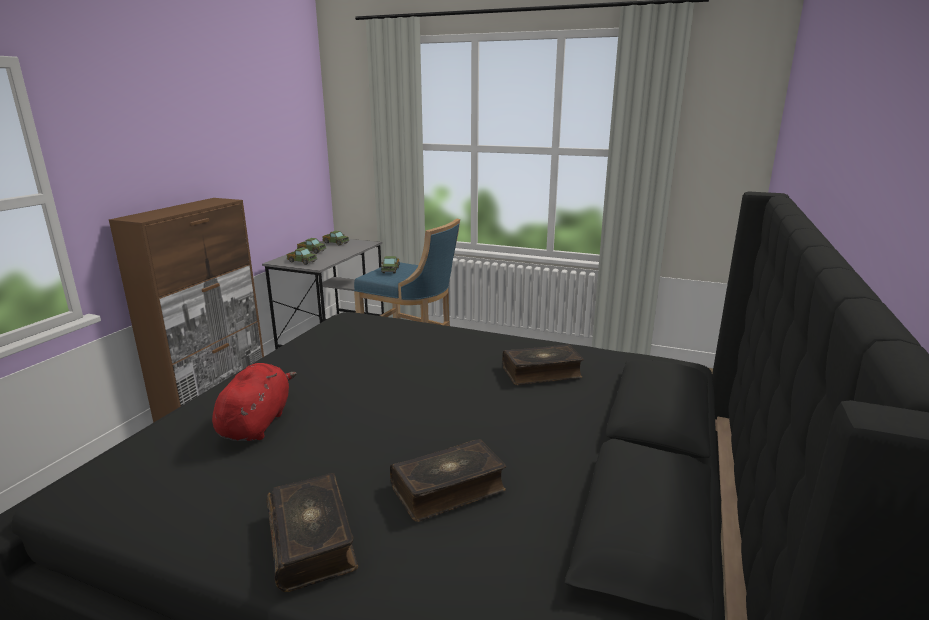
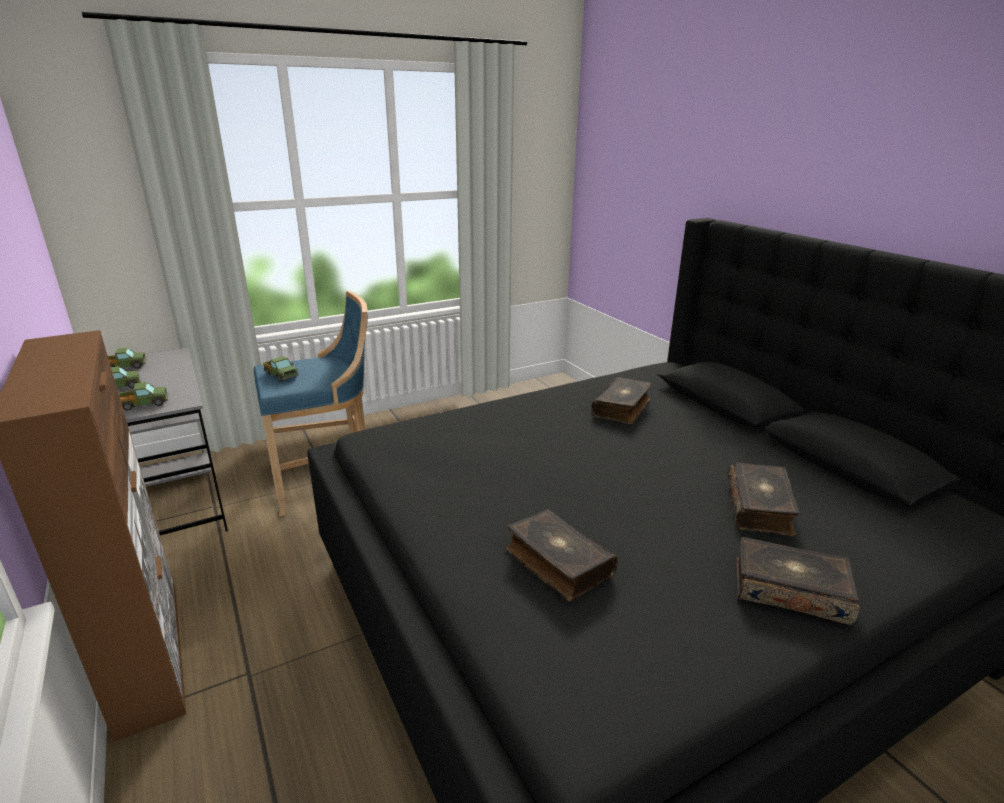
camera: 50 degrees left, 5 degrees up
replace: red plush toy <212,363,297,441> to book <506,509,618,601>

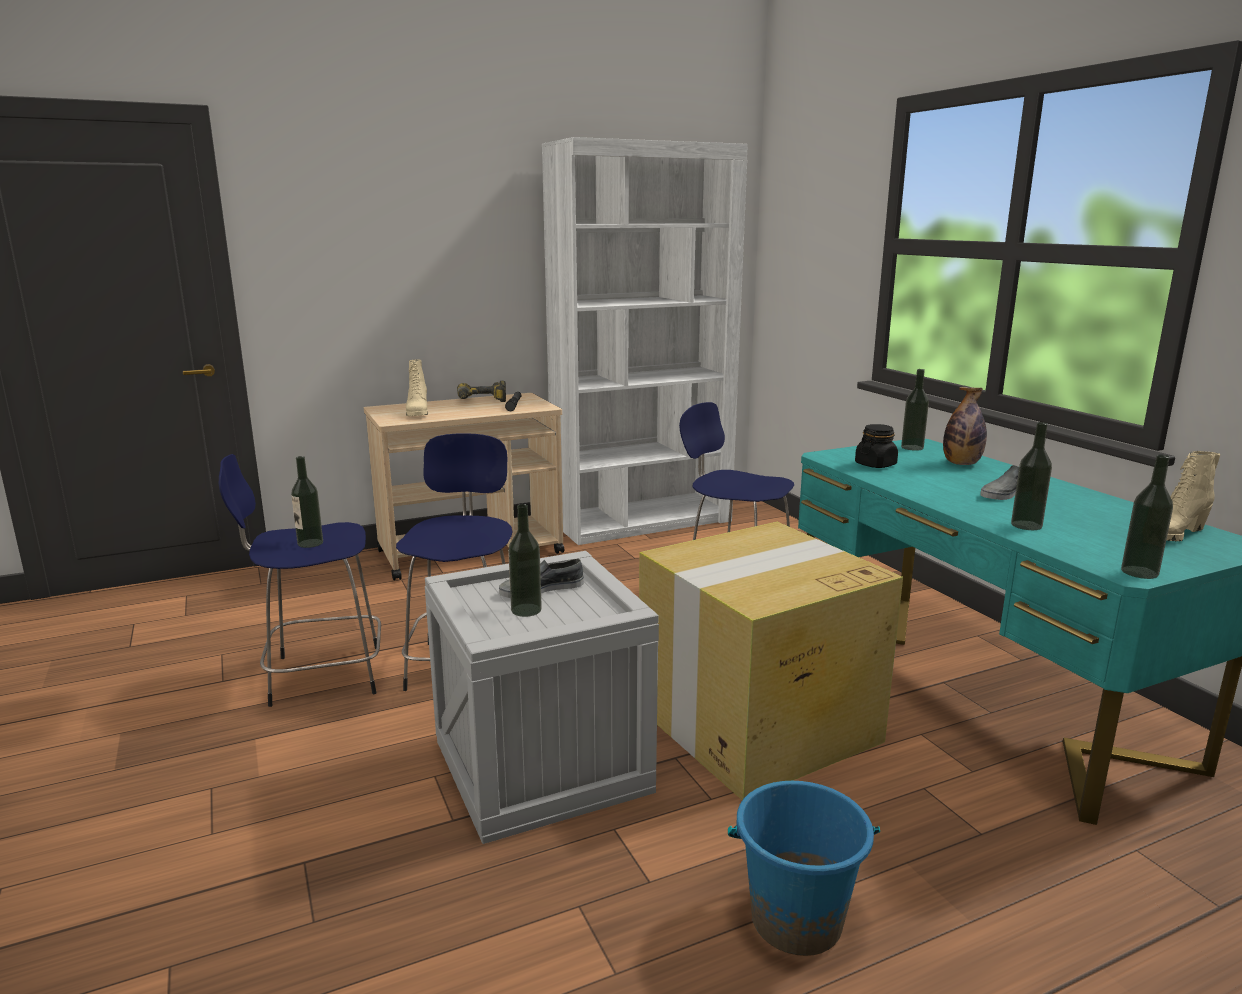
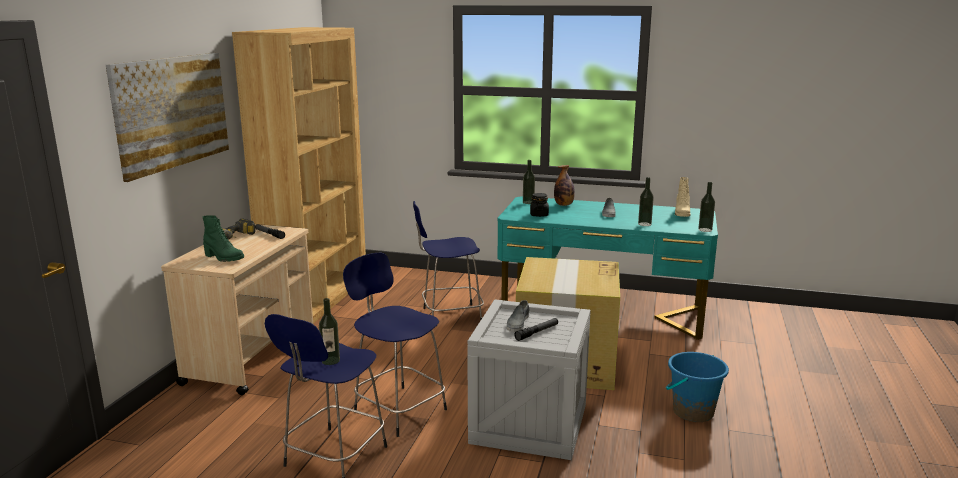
camera: 50 degrees left, 0 degrees up
insert: picture <106,53,229,182>
replace: bottle <508,504,542,617> to flashlight <514,318,558,341>
recolor: white bookcase <542,137,748,545> to brown bookcase <232,27,366,324>; beige boot <406,359,428,416> to green boot <203,215,244,262>

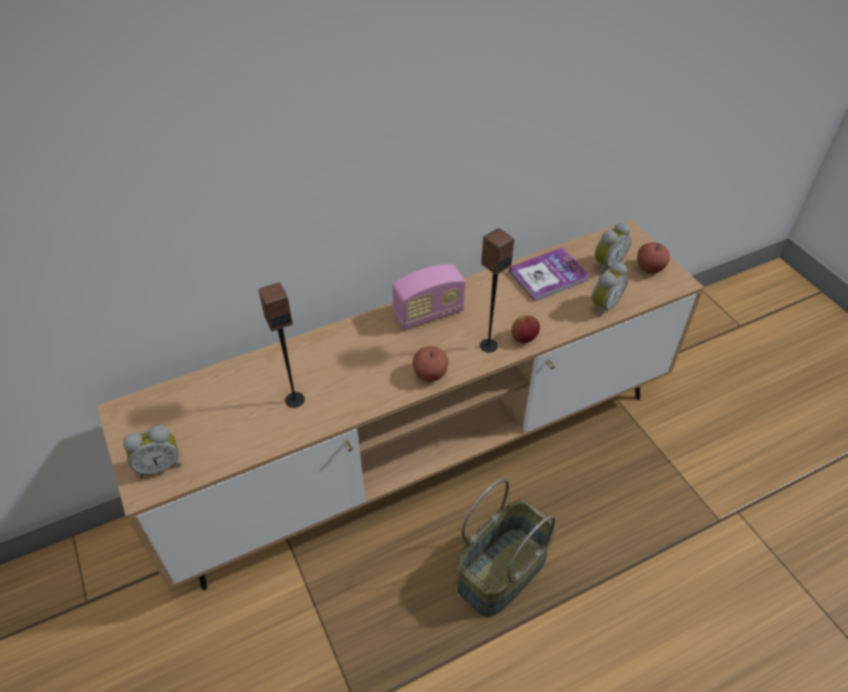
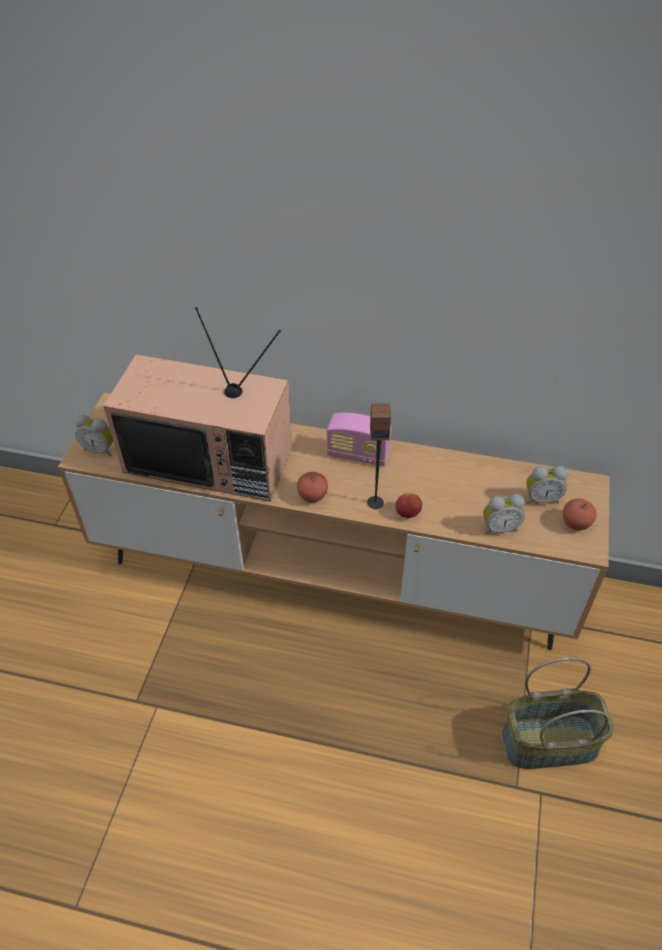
camera: 40 degrees right, 0 degrees up
delete: book <509,247,590,301>
move: basket <457,478,556,617> to <502,657,614,769>
replace: speaker <258,282,305,408> to television <103,307,292,502>

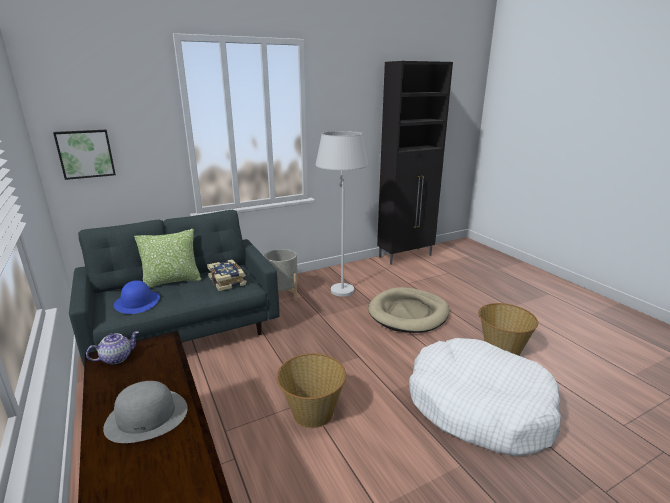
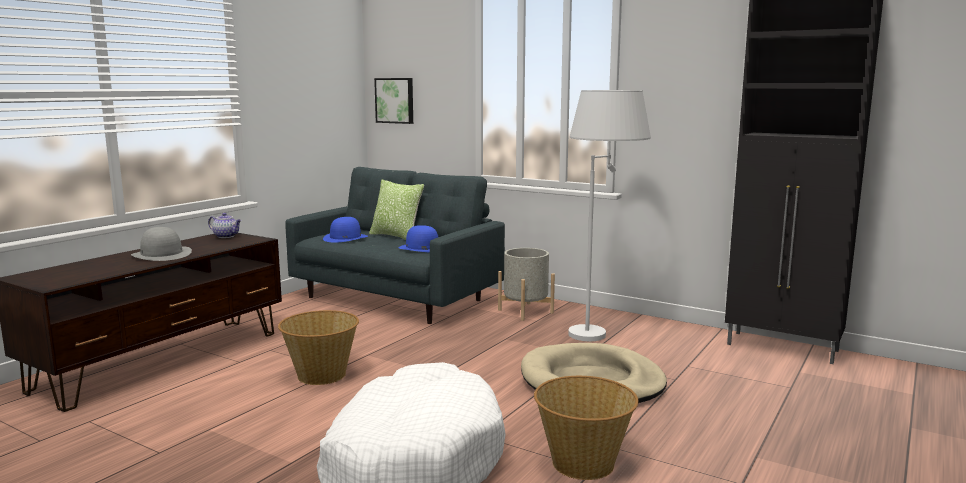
camera: 60 degrees right, 10 degrees down
replace: book <207,259,247,291> to blue hat <399,225,438,252>

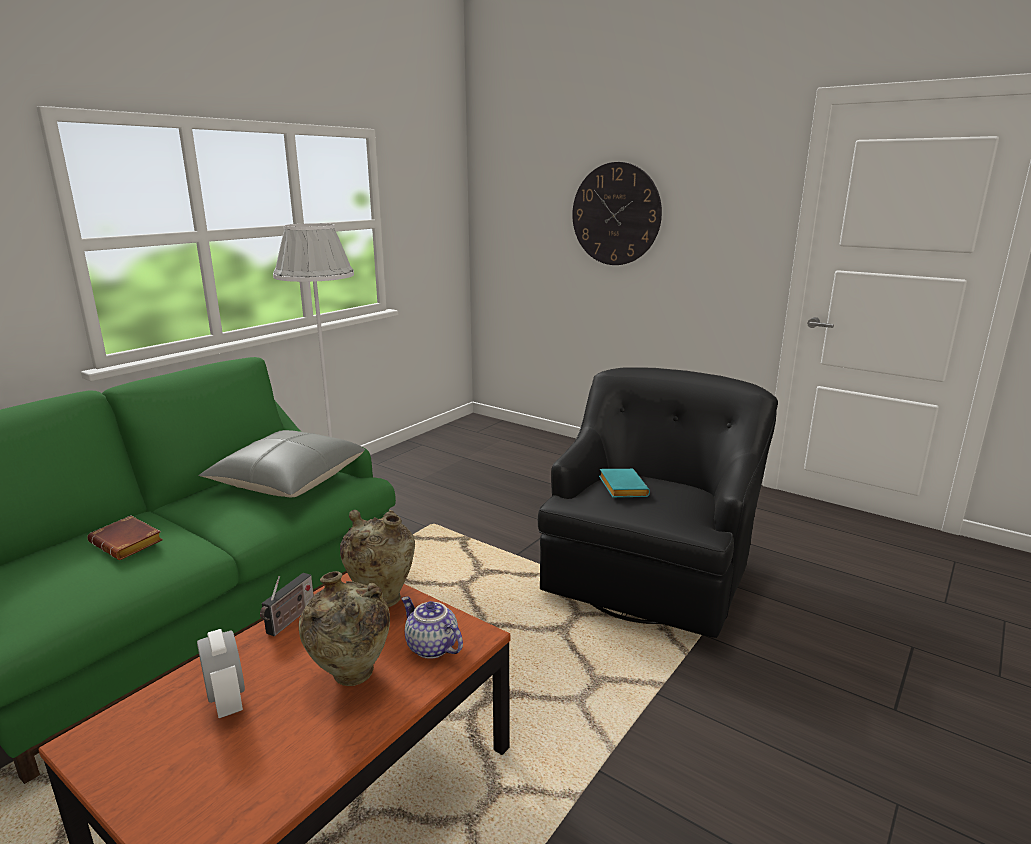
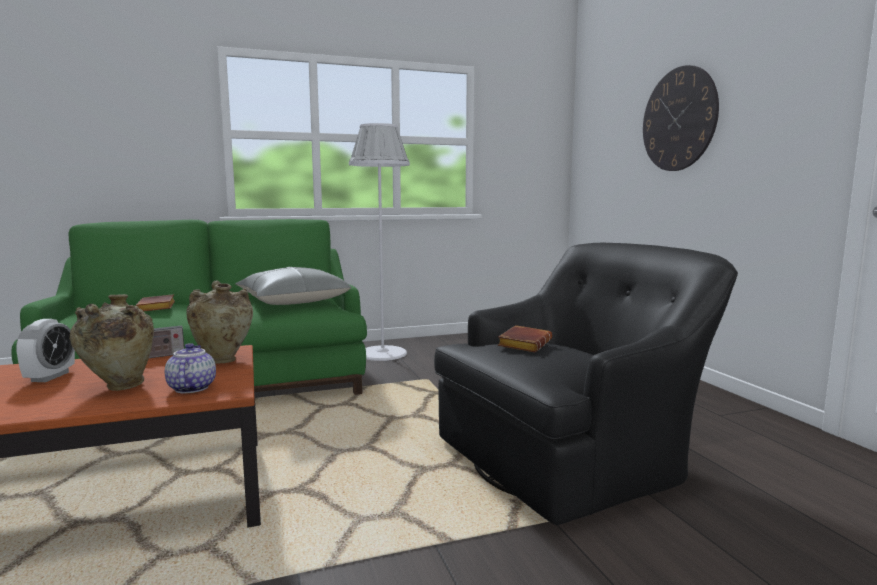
camera: 35 degrees right, 10 degrees down
recolor: turquoise book <599,469,650,497> to brown book <497,325,552,352>

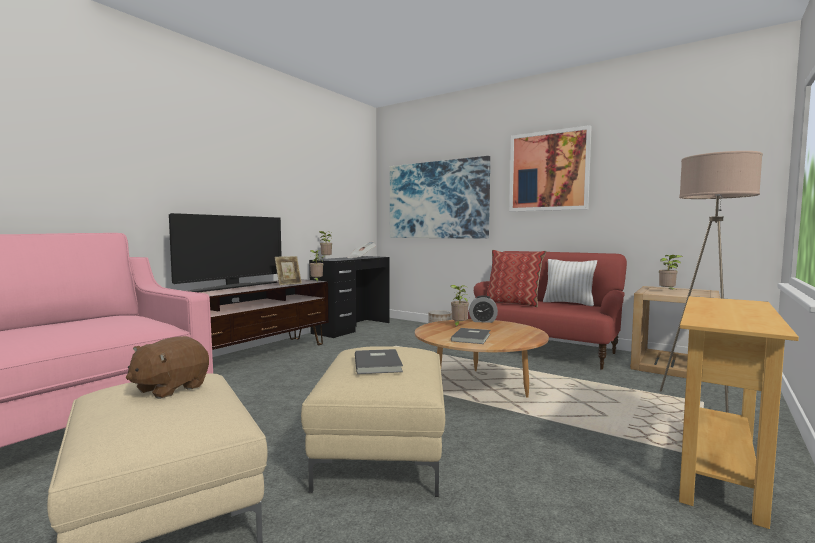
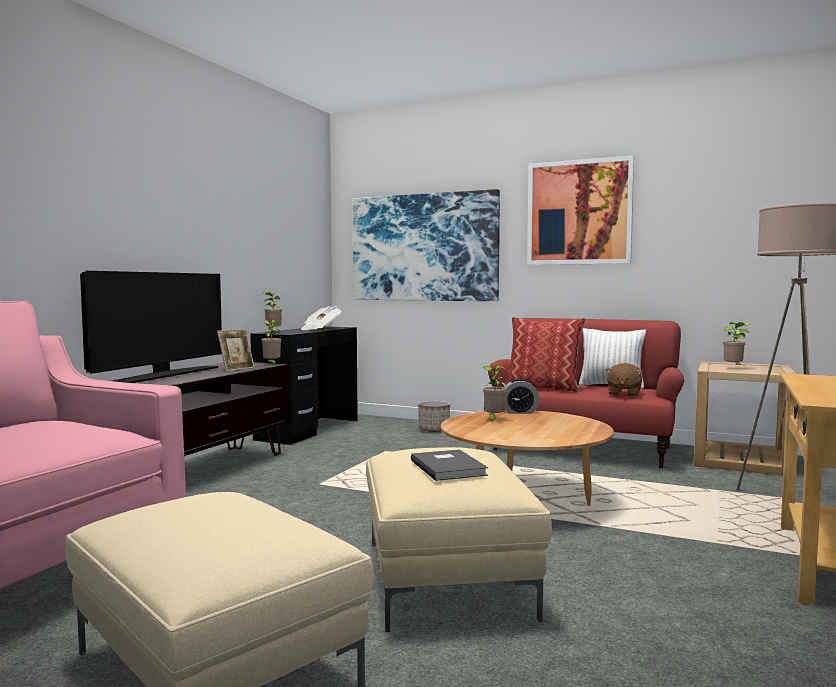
camera: 10 degrees left, 0 degrees up
delete: grey book <451,328,490,344>
move: brown plush toy <126,336,209,399> to <605,363,643,397>

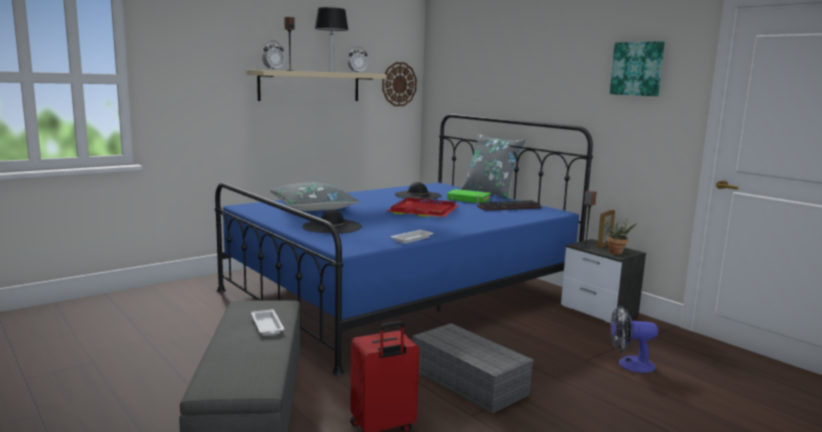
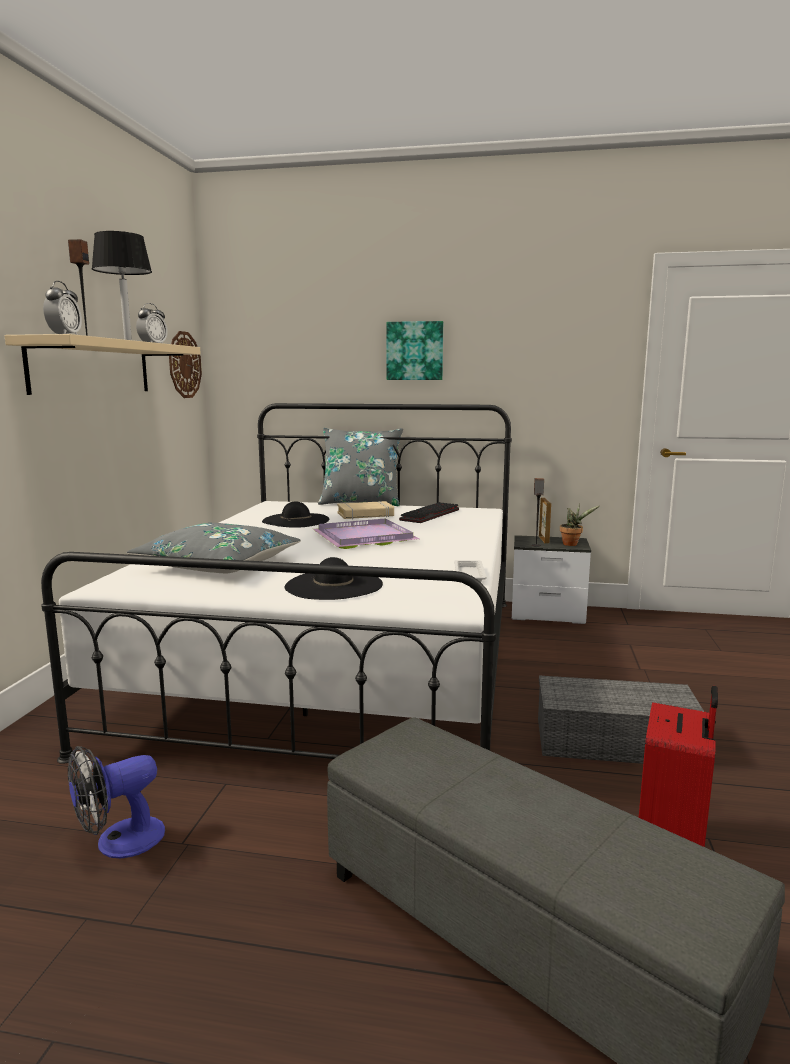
camera: 40 degrees left, 0 degrees up
delete: white tray <251,309,284,335>
move: picture <610,41,665,96> to <386,321,443,380>; fan <611,306,658,373> to <68,746,165,858>
recolor: blue bed <215,114,593,375> to white bed <41,403,512,764>; green book <447,189,491,203> to beige book <337,501,394,519>; red tray <387,198,459,217> to purple tray <313,519,419,549>

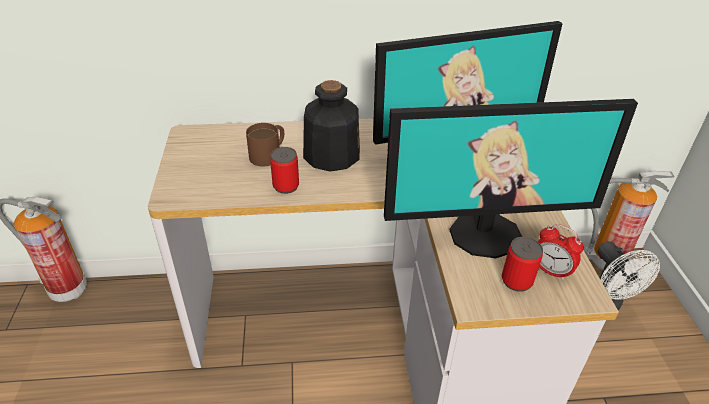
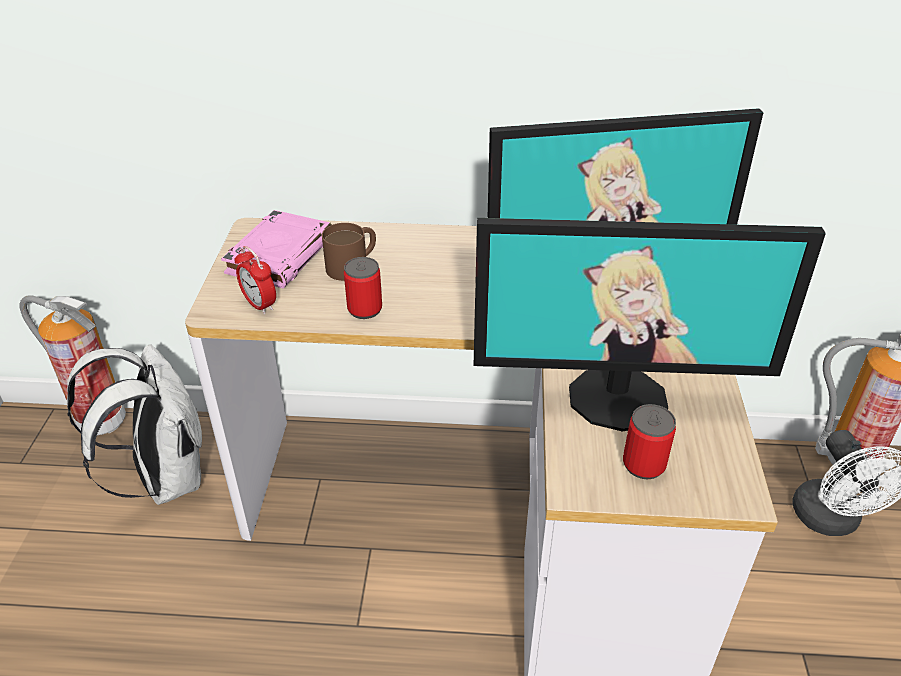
camera: 10 degrees right, 0 degrees up
delete: bottle <303,80,360,172>
insert: pink book <221,210,332,288>; white backpack <67,344,202,505>
move: alarm clock <538,224,584,280> to <234,246,276,314>

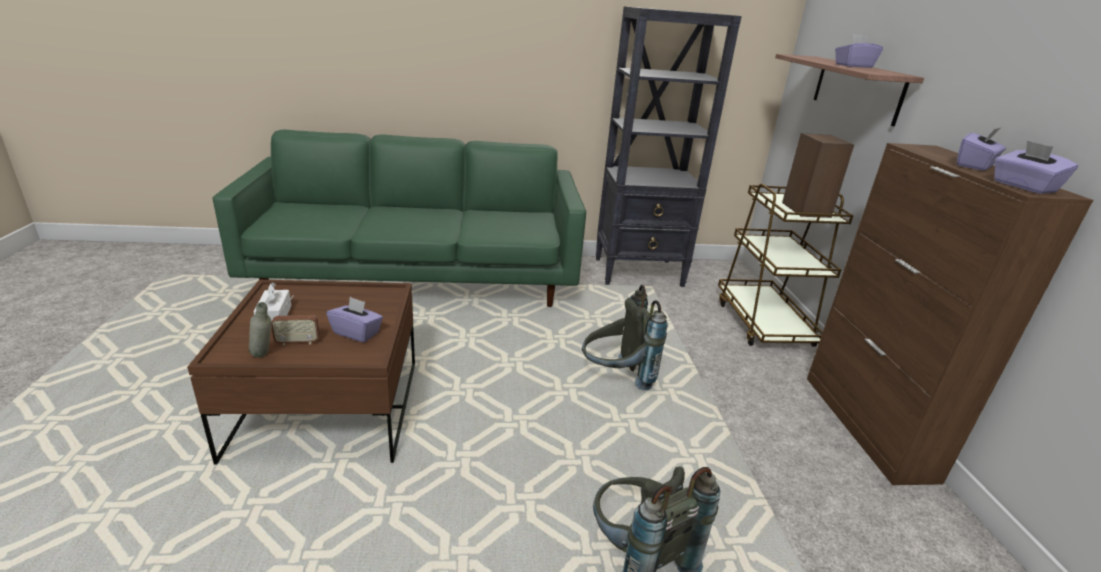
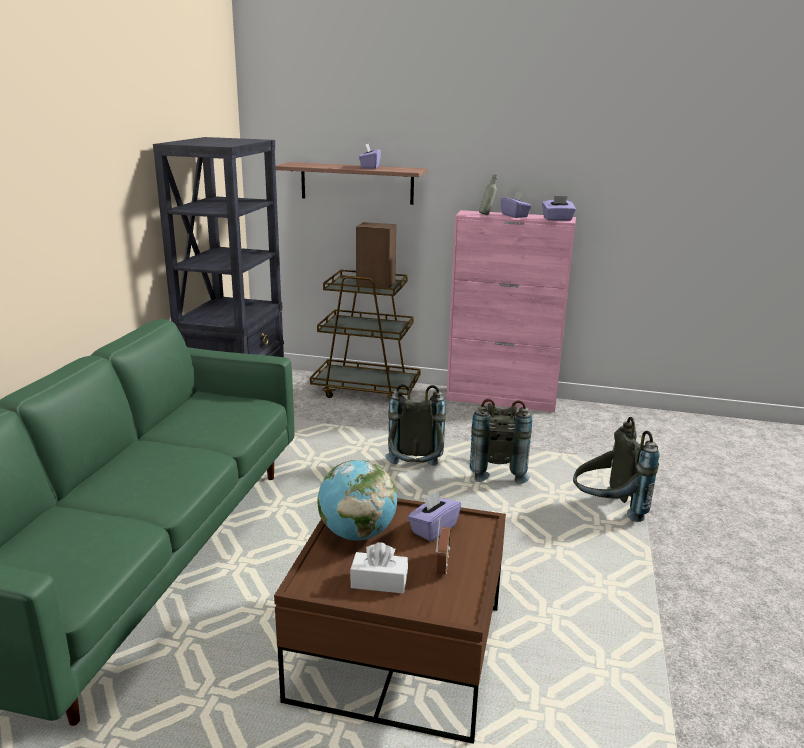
camera: 70 degrees left, 5 degrees down
insert: grey backpack <470,399,532,484>; globe <317,460,398,541>
move: grey bottle <249,302,271,357> to <479,175,498,215>
recolor: brown cabinet <807,143,1094,485> to pink cabinet <446,210,576,412>

